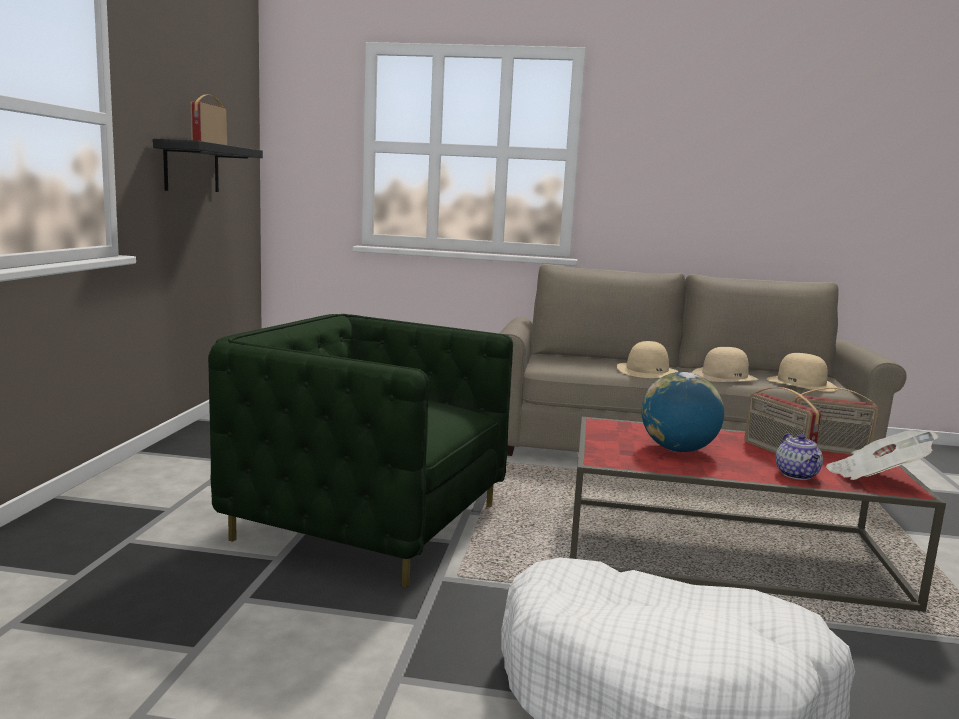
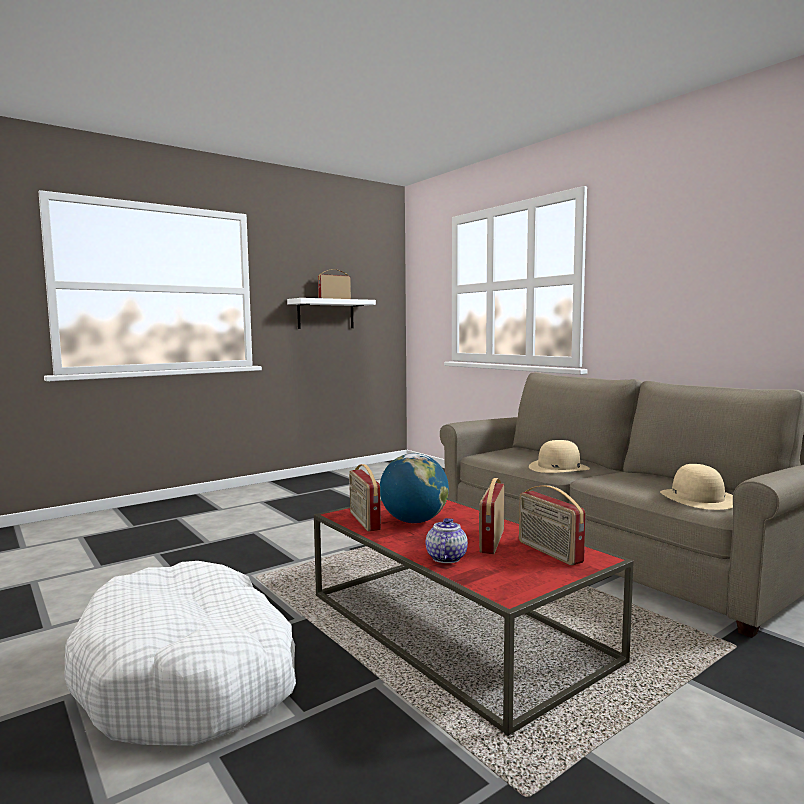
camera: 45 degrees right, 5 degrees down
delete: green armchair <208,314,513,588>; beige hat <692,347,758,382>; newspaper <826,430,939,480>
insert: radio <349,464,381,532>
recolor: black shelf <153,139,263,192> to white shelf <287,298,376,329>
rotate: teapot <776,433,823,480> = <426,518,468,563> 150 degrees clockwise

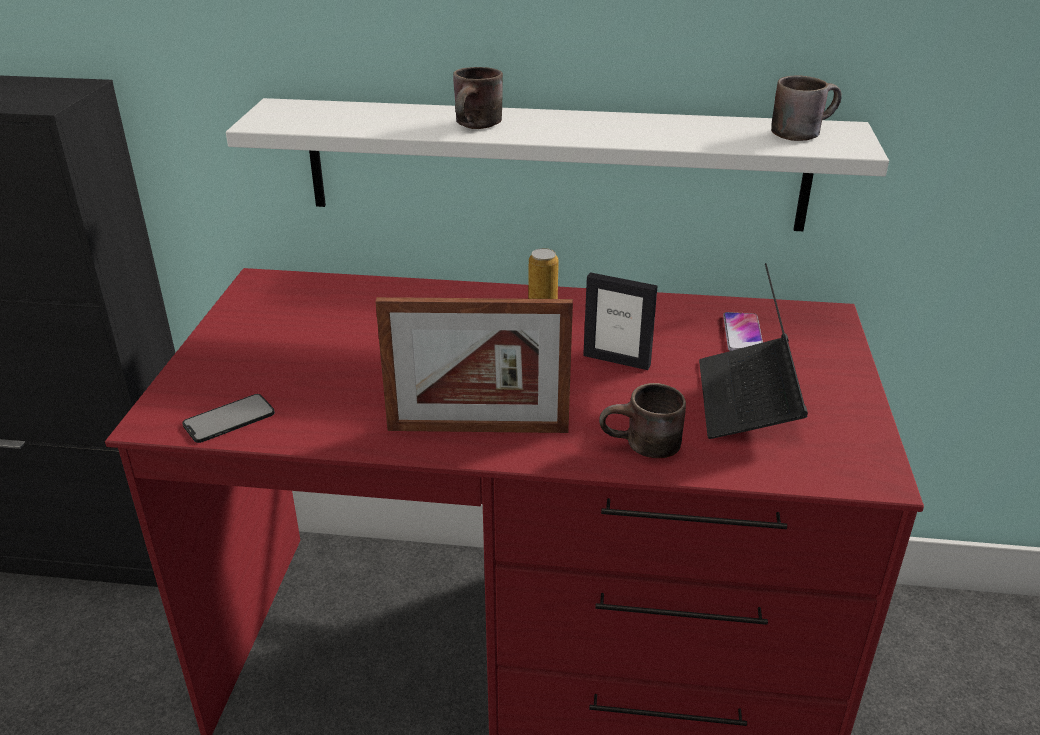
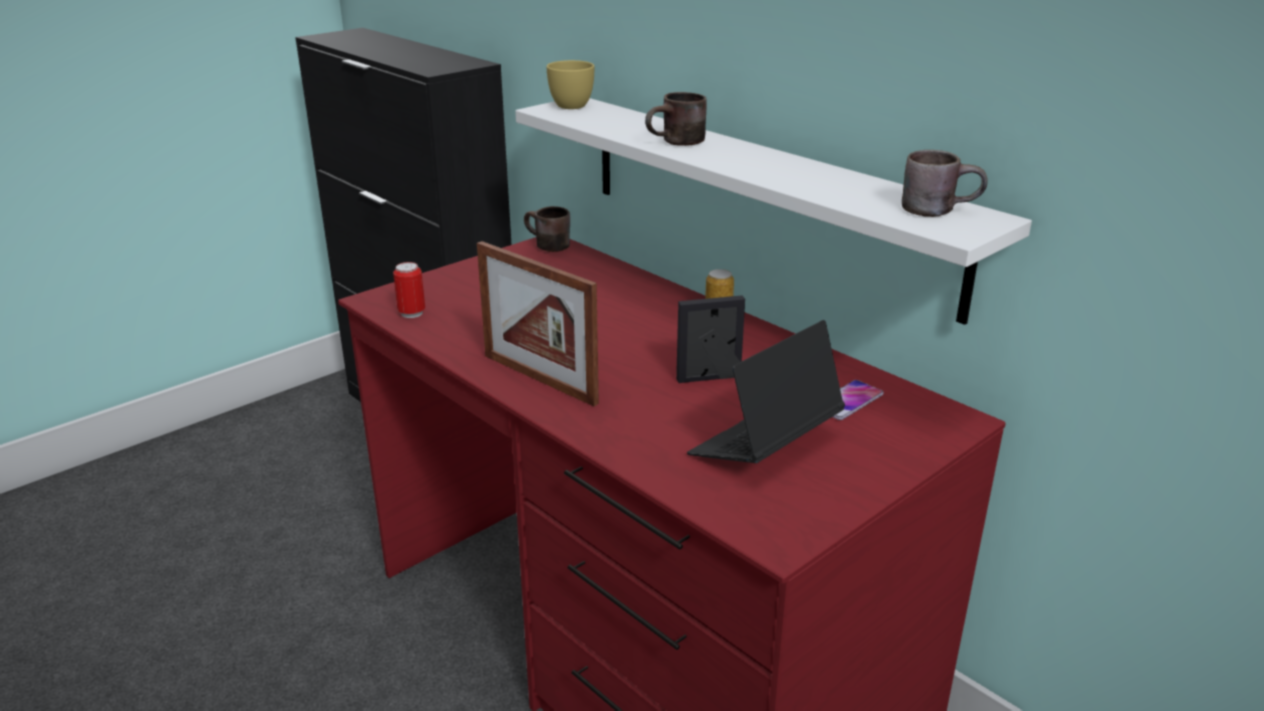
camera: 40 degrees right, 5 degrees down
insert: yellow cup <547,60,594,109>
move: brown mug <599,383,686,458> to <524,206,570,252>
replace: phone <182,394,275,443> to can <393,262,425,318>
rotate: picture frame <583,272,657,370> = <676,295,745,383> 105 degrees clockwise

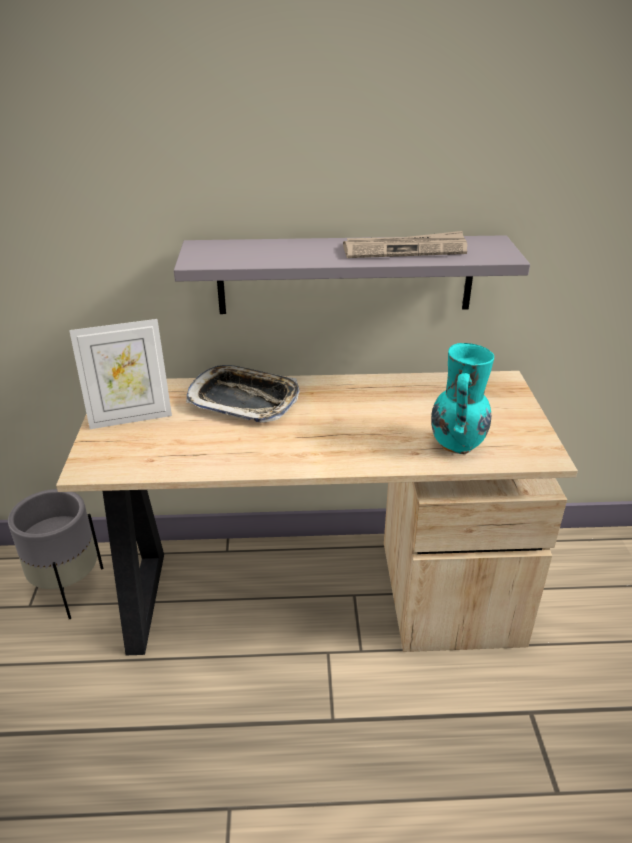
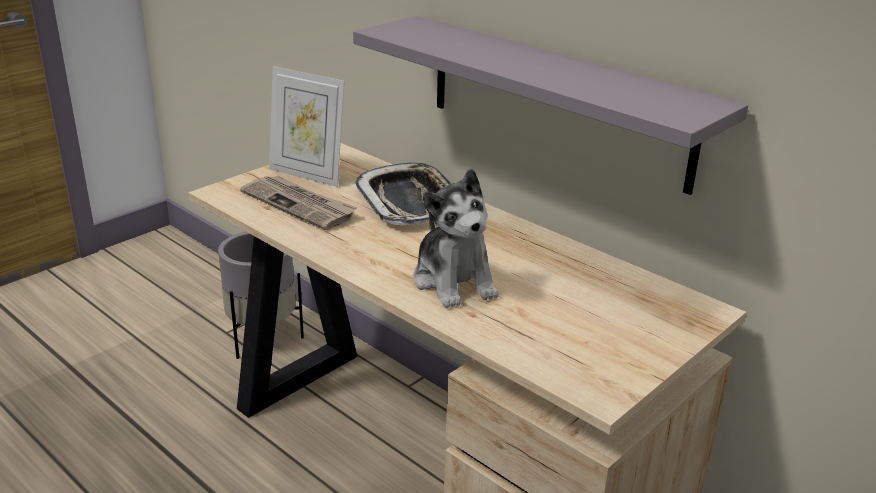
camera: 45 degrees right, 5 degrees down
delete: turquoise vase <431,343,494,454>
insert: plush toy <414,168,499,308>
move: newspaper <343,231,467,258> to <240,175,357,230>

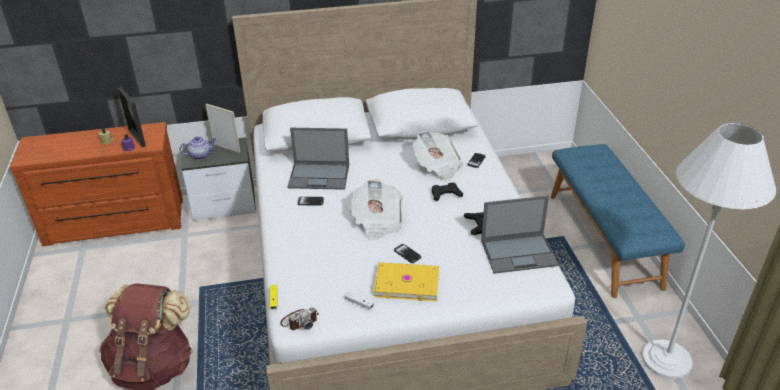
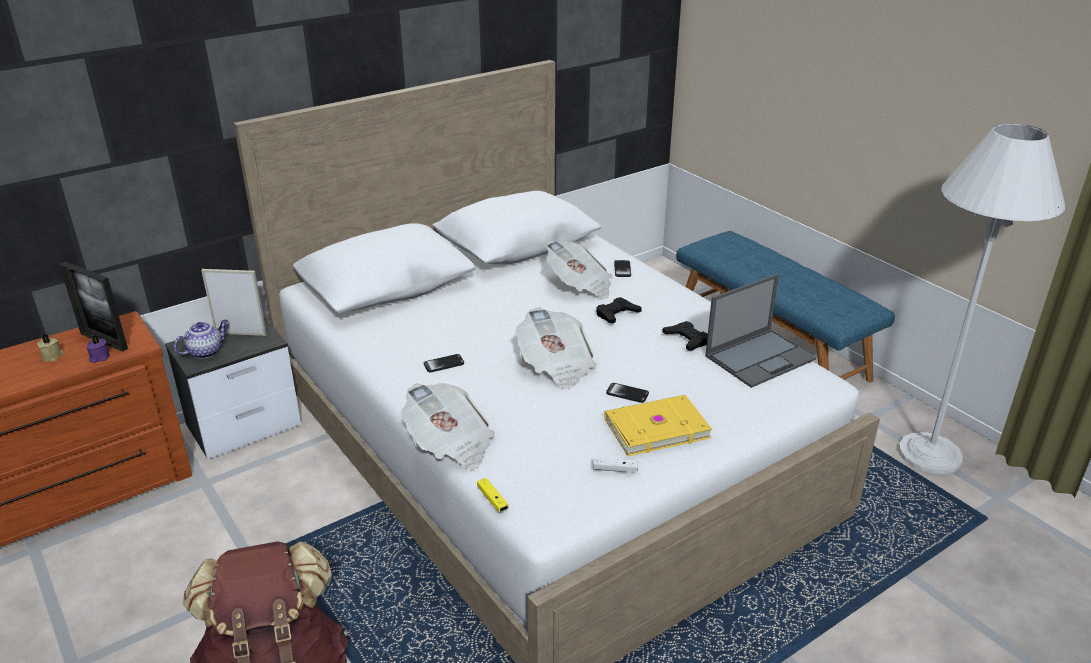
camera: 25 degrees left, 5 degrees down
delete: laptop <287,128,349,190>; photo camera <280,307,319,330>
insert: newspaper <401,383,495,469>

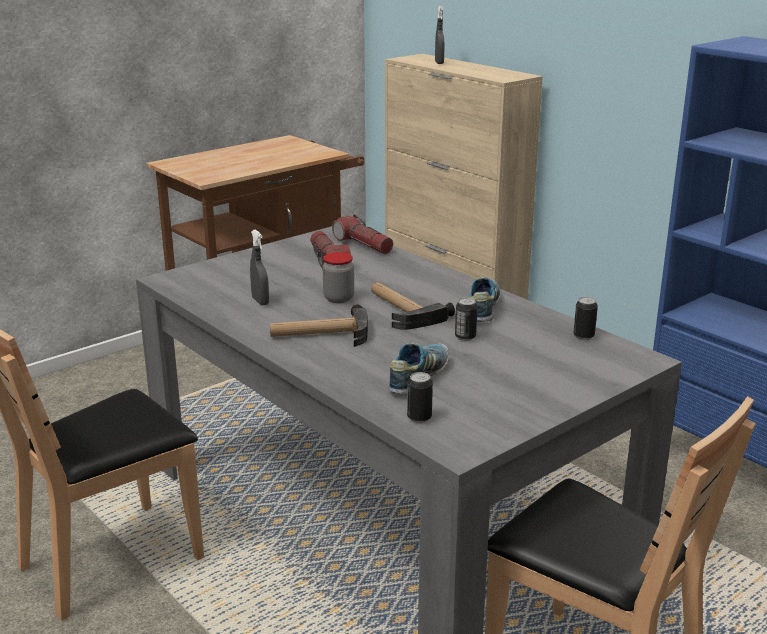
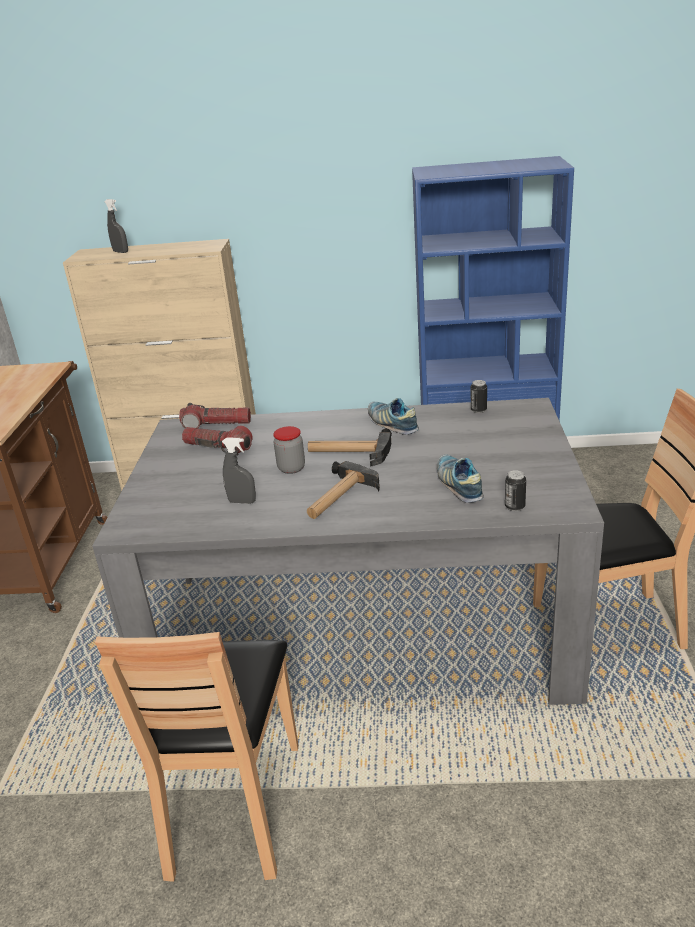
camera: 45 degrees left, 5 degrees up
delete: can <455,298,477,341>

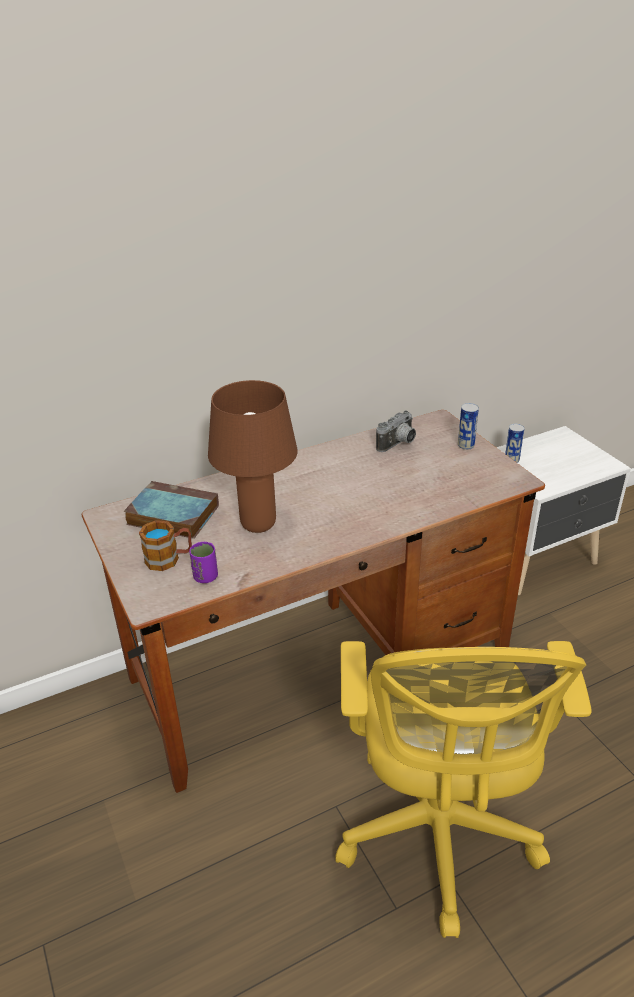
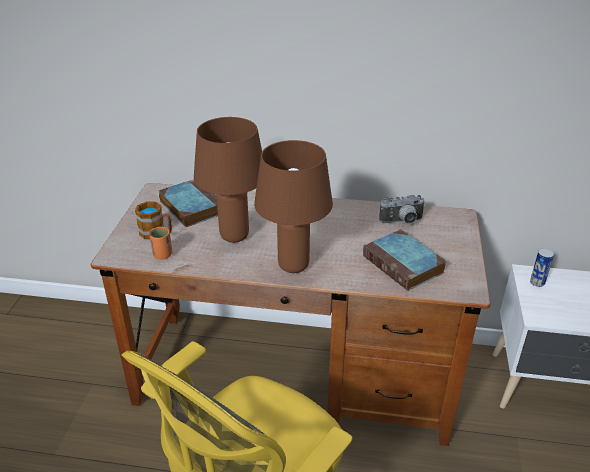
camera: 35 degrees right, 0 degrees up
delete: can <458,403,479,450>
insert: brown table lamp <254,140,333,273>; book <363,229,447,291>
recolor: purple cup <189,542,218,583> to orange cup <149,227,172,259>

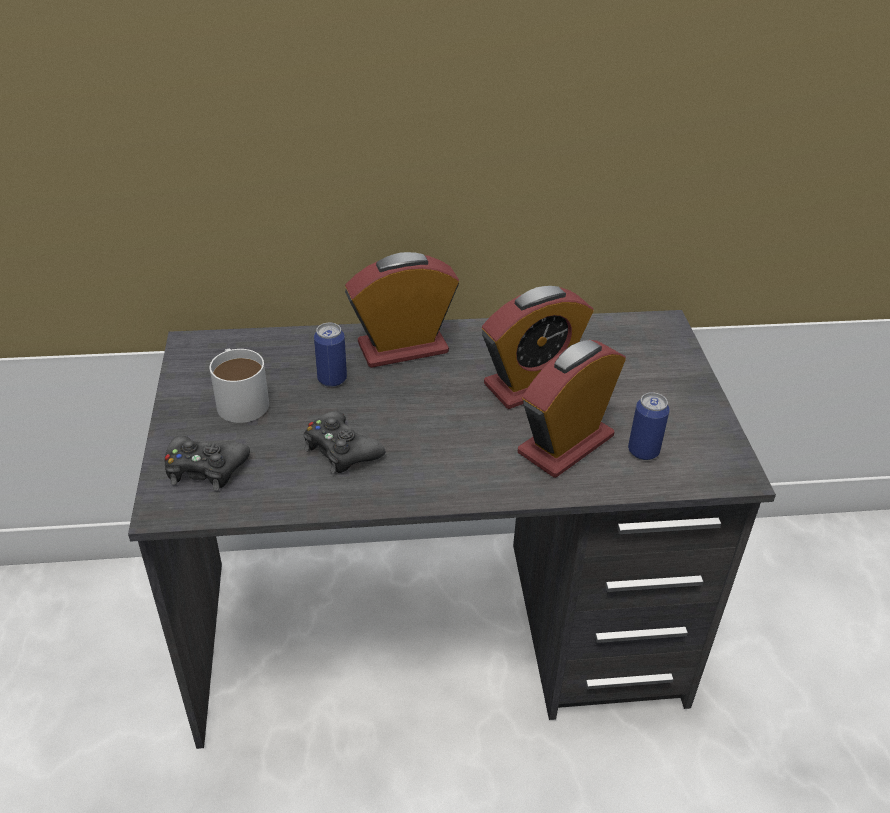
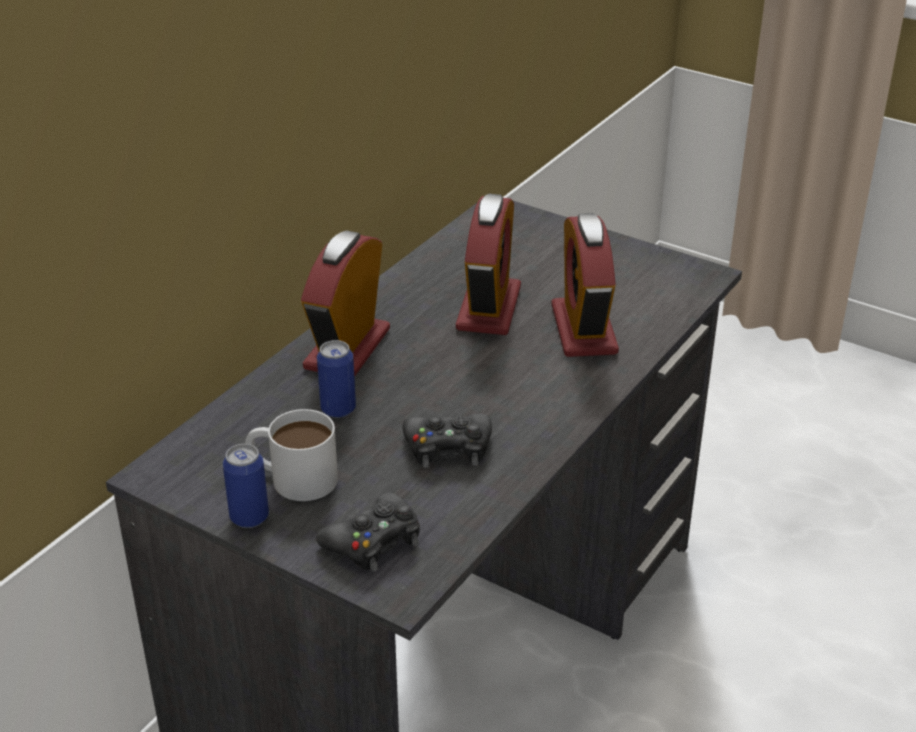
camera: 50 degrees left, 5 degrees down
move: can <628,392,670,460> to <223,444,269,528>

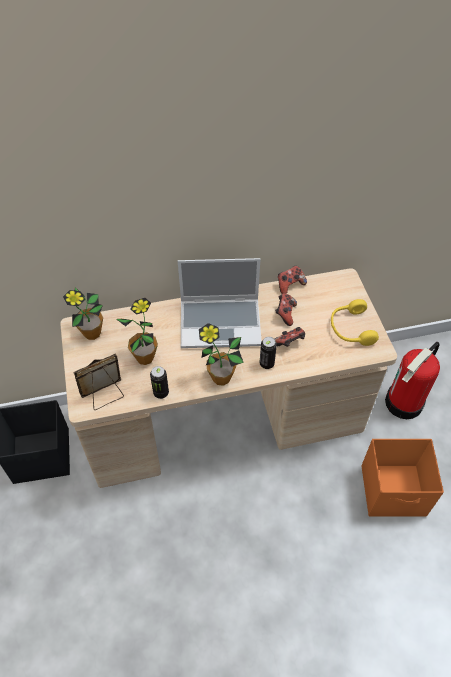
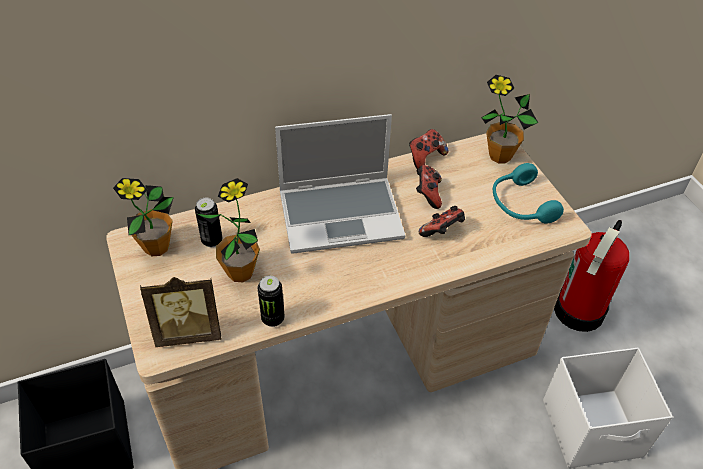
camera: 10 degrees left, 5 degrees down
move: potted plant <199,323,244,386> to <482,75,538,163>; can <259,337,277,369> to <195,198,222,247>
recolor: yellow headphones <331,299,379,346> to turquoise headphones <493,163,564,224>; orange storage box <362,439,444,517> to white storage box <543,348,673,468>
rotate: picture frame <73,353,124,410> = <140,277,221,347> 150 degrees counterclockwise

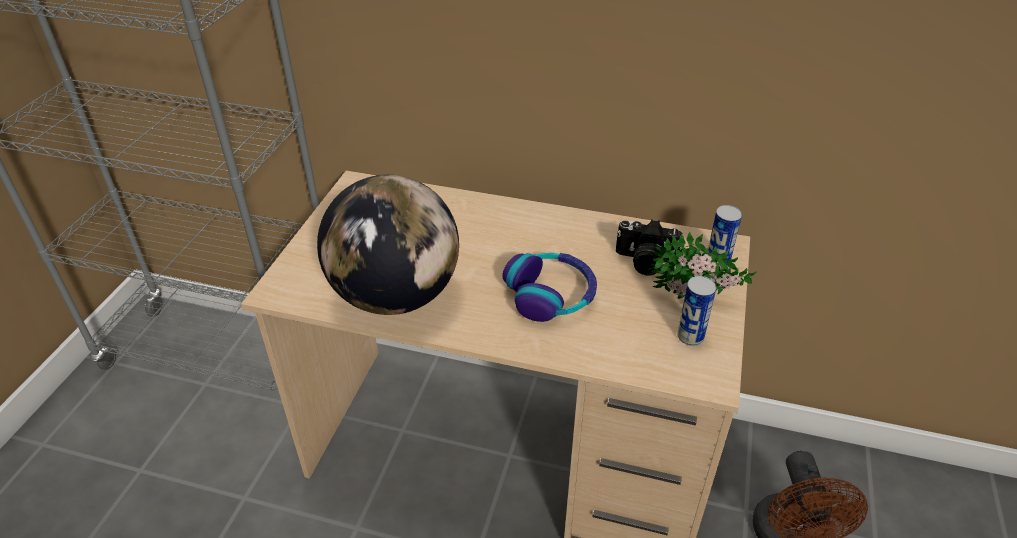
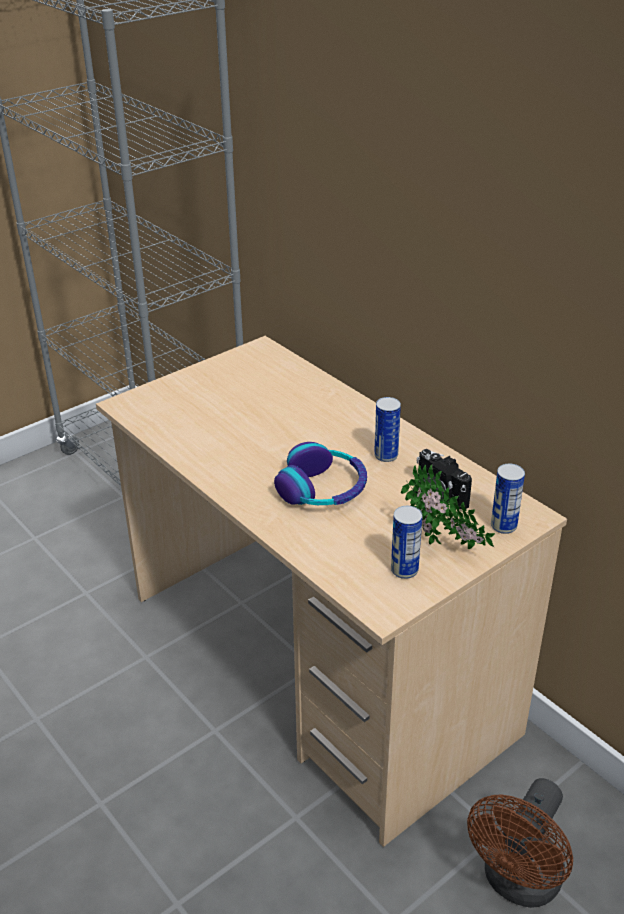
camera: 35 degrees right, 5 degrees down
delete: globe <317,175,459,315>
insert: can <374,397,401,462>

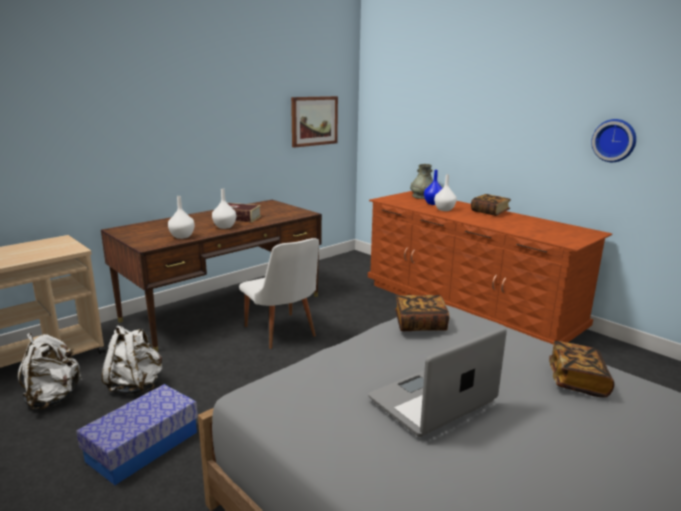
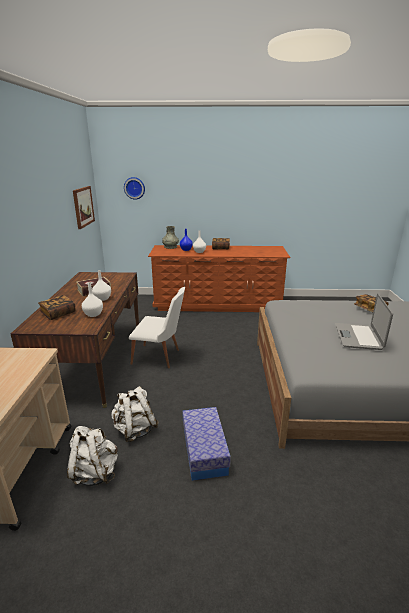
camera: 45 degrees left, 5 degrees up
move: wall clock <591,119,636,162> to <124,177,145,200>; book <395,295,449,331> to <38,295,76,320>

